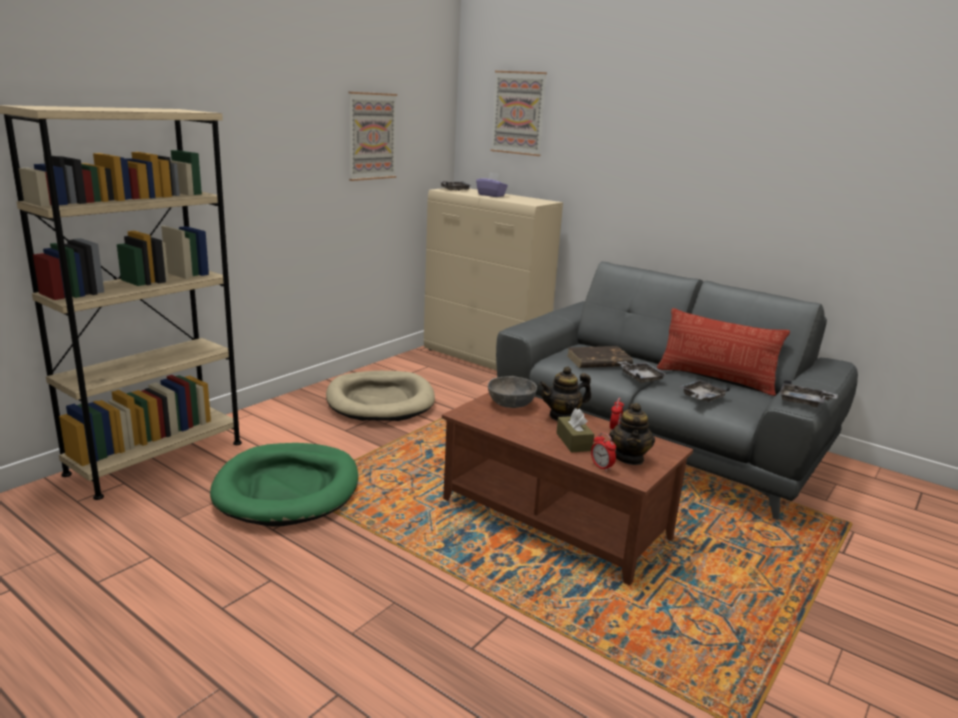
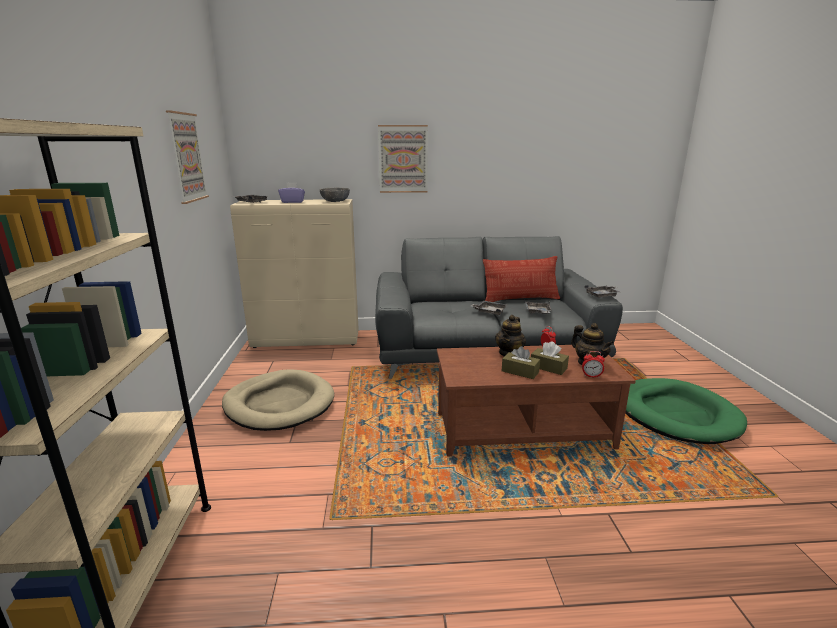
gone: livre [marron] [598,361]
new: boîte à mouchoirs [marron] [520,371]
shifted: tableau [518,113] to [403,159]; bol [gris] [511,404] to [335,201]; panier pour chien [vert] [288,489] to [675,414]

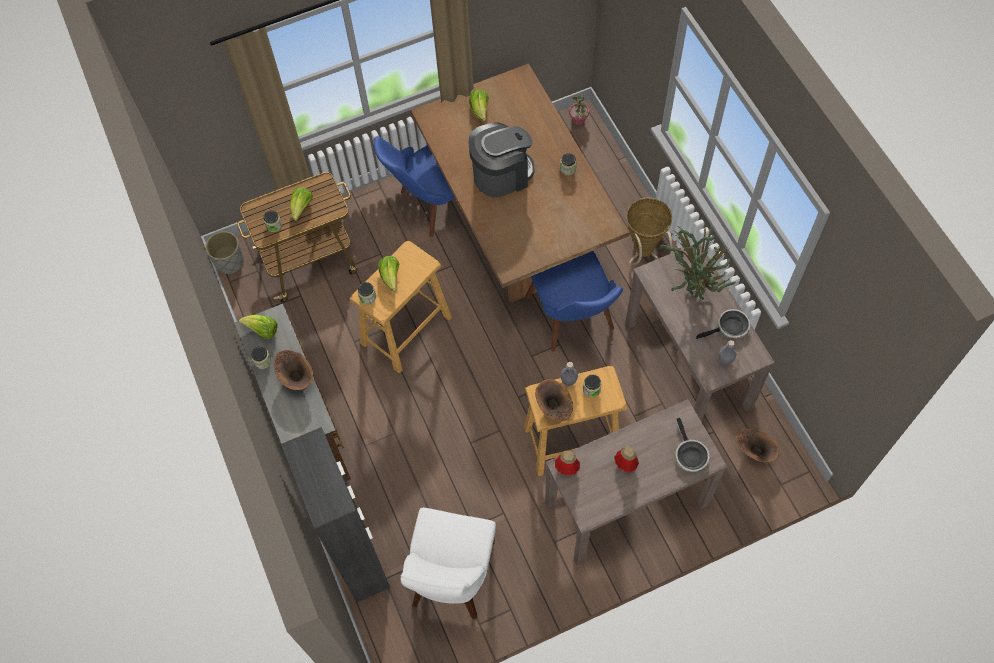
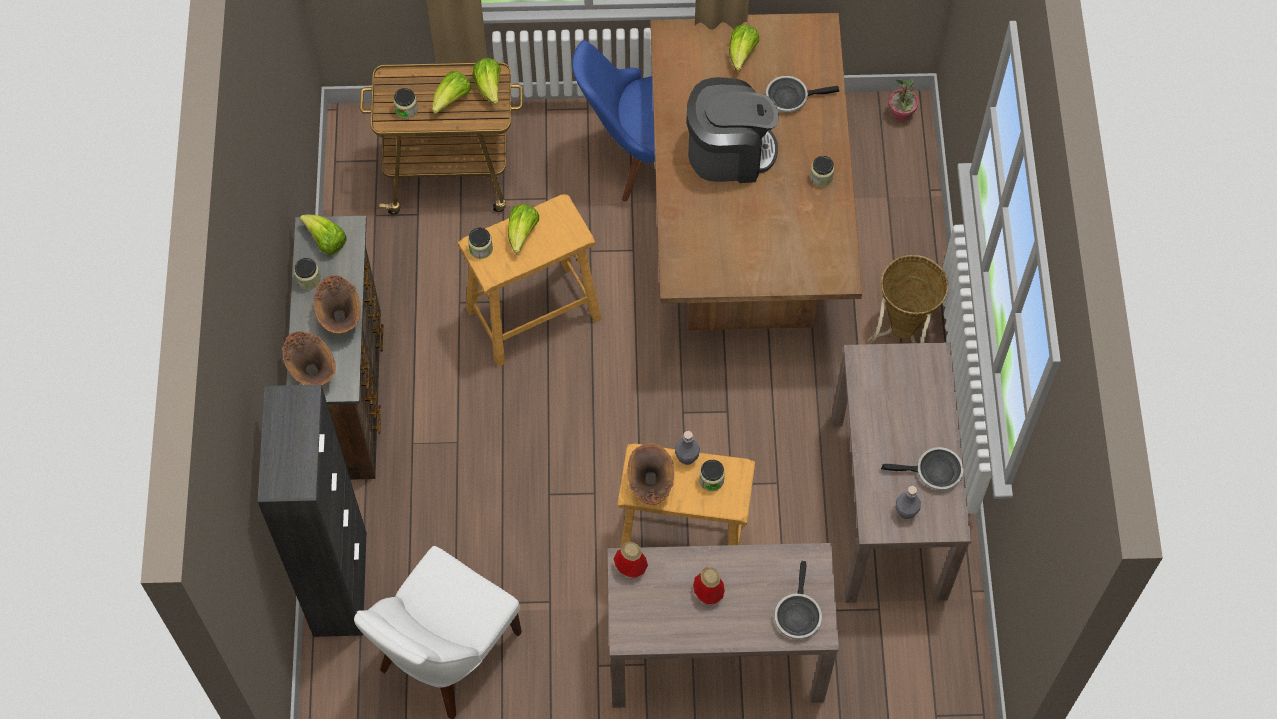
gone: plante en pot [694,287]; cache-pot [gris] [229,262]; chaise [bleu] [575,322]
new: laitue [489,88]; poêle [790,97]
shifted: vase [marron] [754,451] to [312,371]

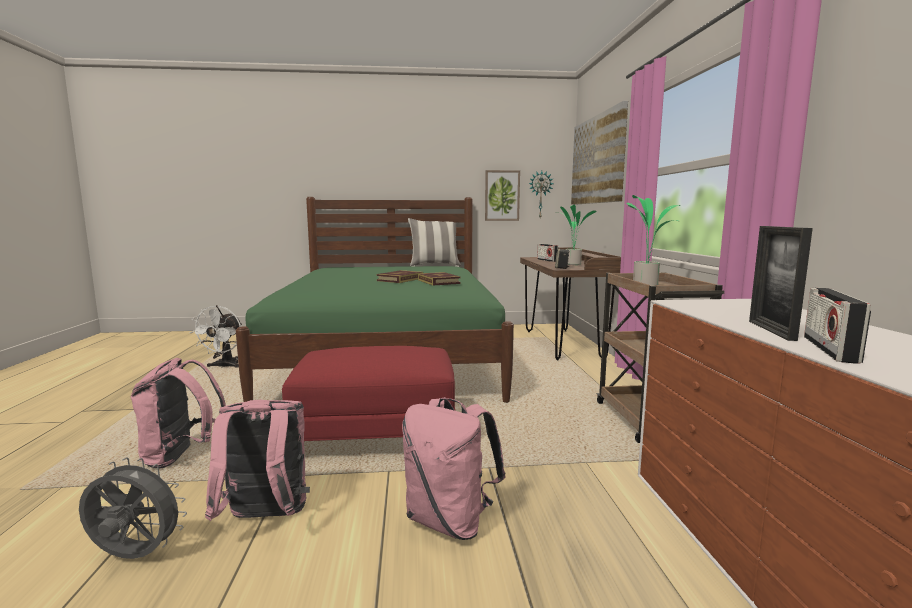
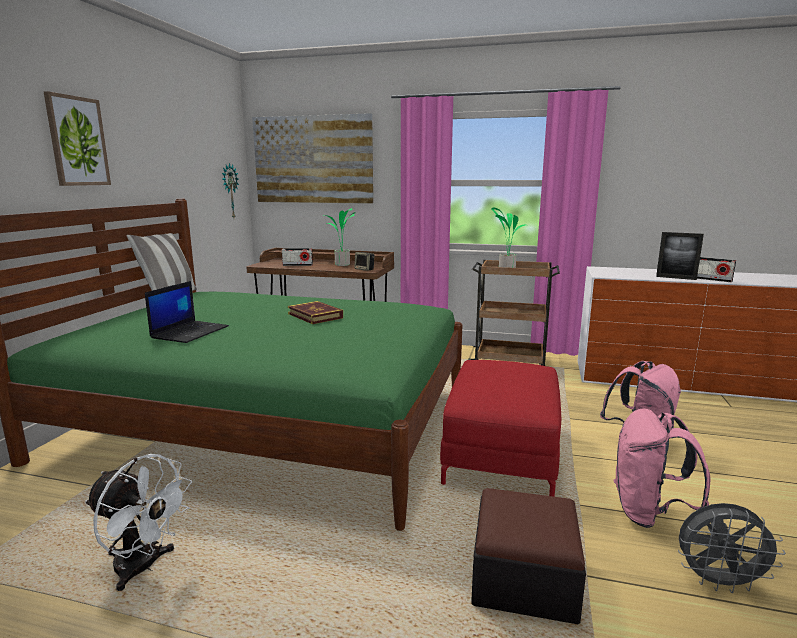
gone: livre [438,282]
new: ordinateur portable [190,332]
shifted: tableau [502,195] to [77,141]
swapped: sac à dos [rose] [181,456] to pouf [524,577]
rotated: ventilateur [gris] [134,557] = [718,582] 105 degrees counterclockwise

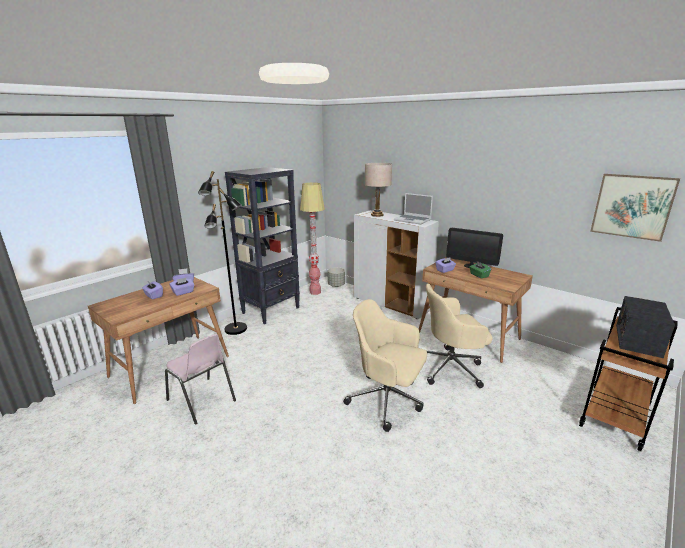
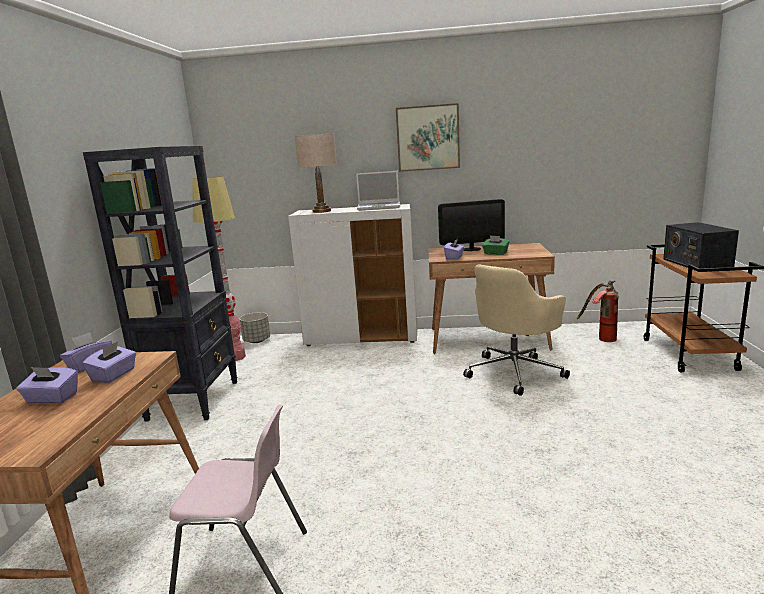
gone: lampadaire [noir] [236,329]; chaise de bureau [beige] [387,400]
new: extincteur [600,338]
shifted: tableau [632,206] to [428,138]

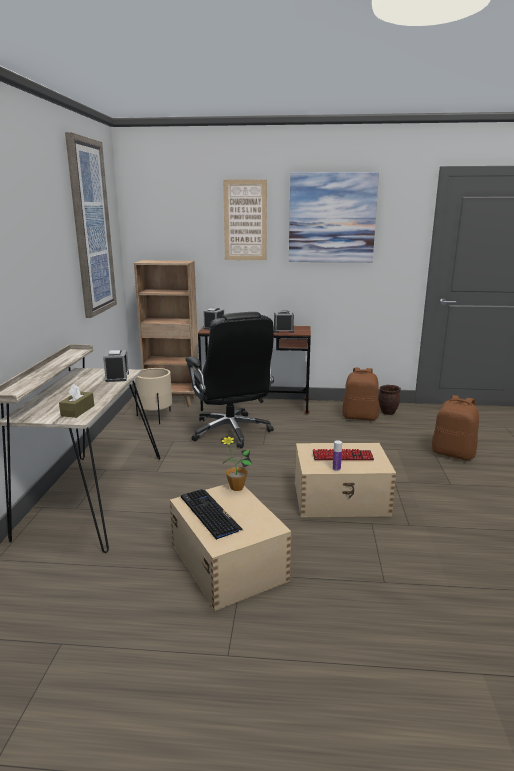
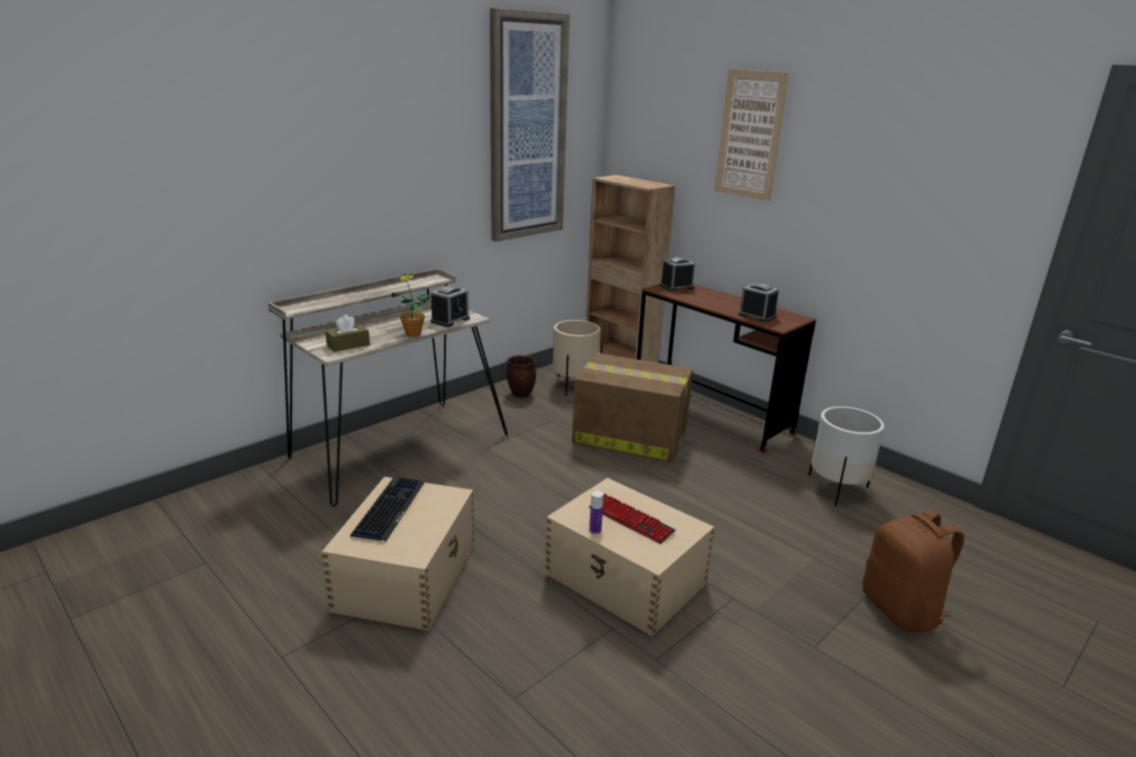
gone: tableau [332,218]
shifted: cache-pot [marron] [387,412] to [521,394]; plante en pot [236,487] to [413,334]
swapped: chaise de bureau [noir] [231,432] to carton [628,436]; sac à dos [marron] [360,417] to cache-pot [blanc] [837,489]

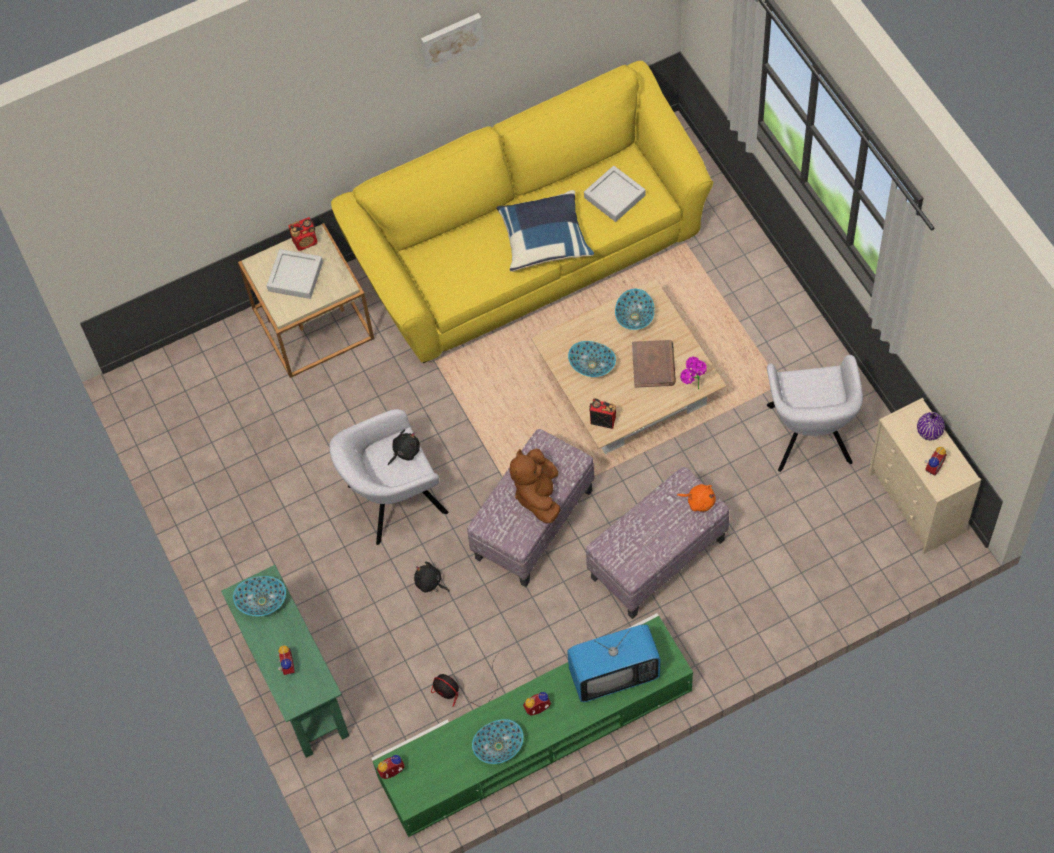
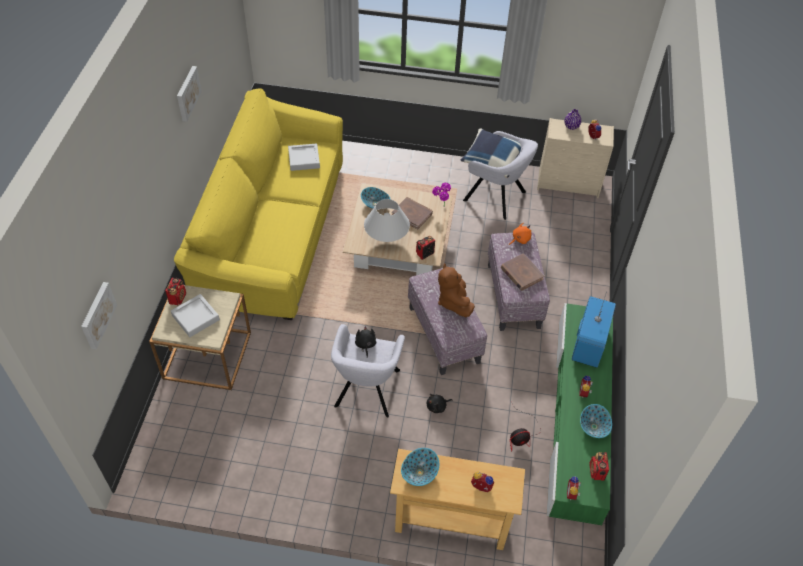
new: livre [marron] [521,273]; tableau [97,315]; radio [596,472]
shifted: coussin [bleu] [544,240] to [492,160]
swapped: bol [592,365] to lampe de table [blanc] [386,237]
repainted: table console [vert] [298,689] to table console [beige] [451,523]
rotated: peluche [marron] [538,495] = [453,302] 45 degrees clockwise

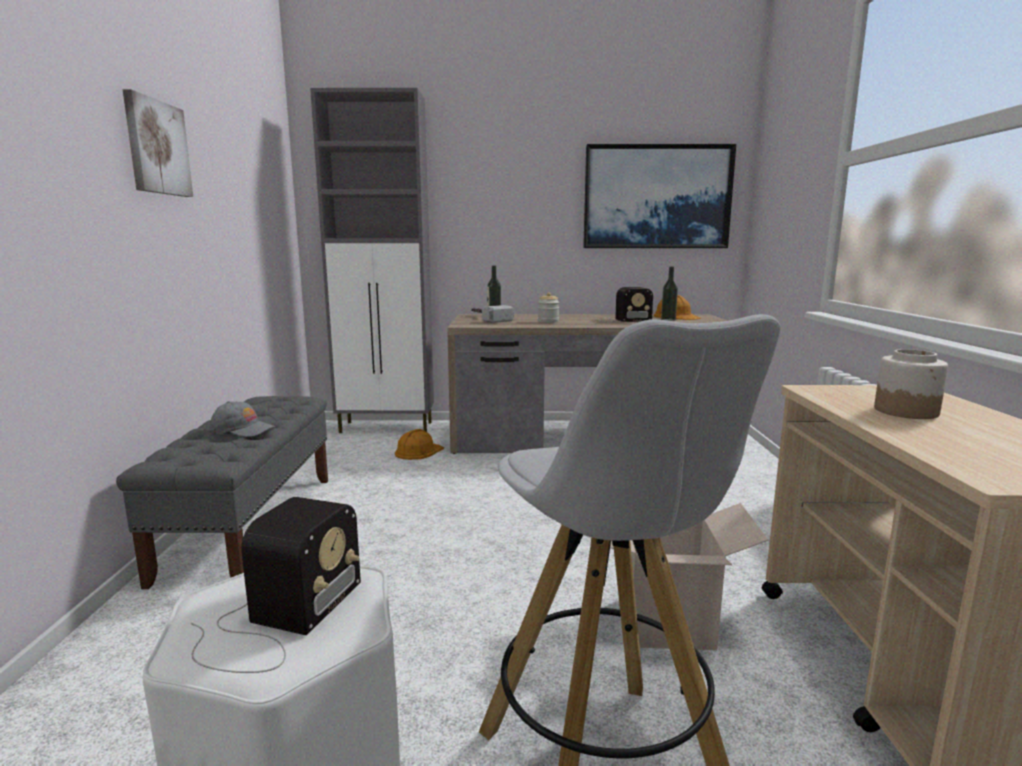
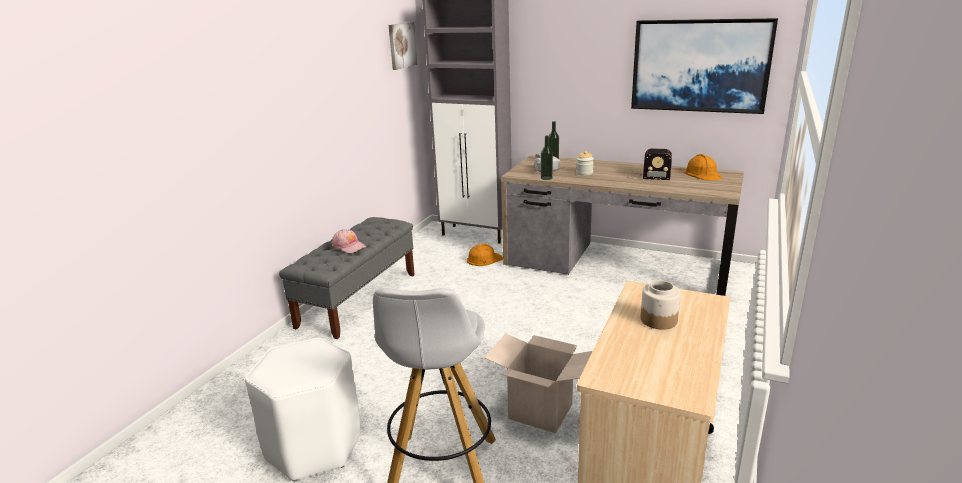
gone: radio [278,621]
shifted: tableau [157,147] to [401,45]; bouteille [668,320] to [546,178]
repainted: casquette [gris] [242,429] to casquette [rose] [349,246]

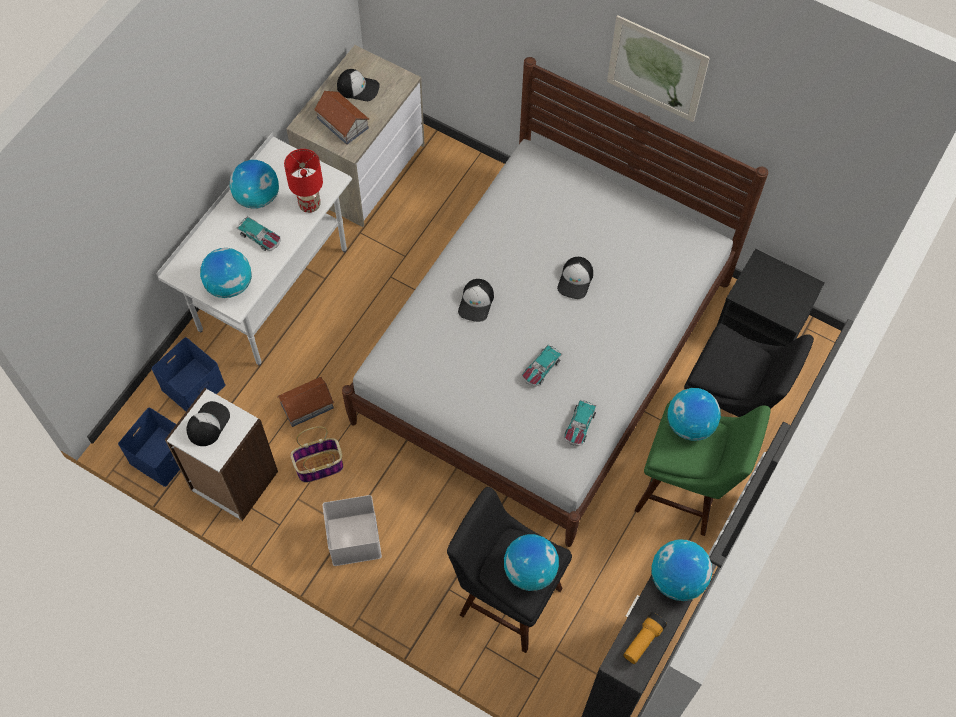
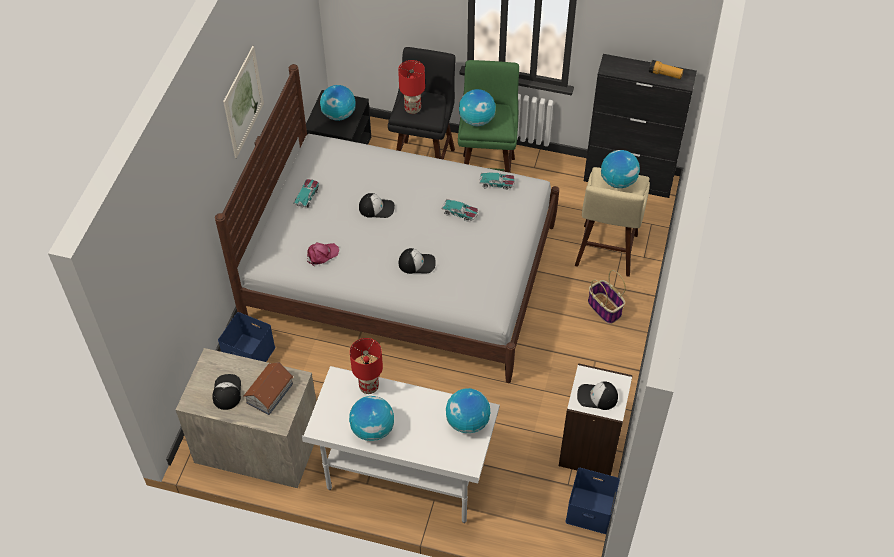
gone: maison miniature [306,405]; boîte de rangement [blanc] [352,538]
new: lampe de table [rouge] [412,109]; casquette [rose] [322,255]
shifted: petite voiture [260,237] to [307,196]; boîte de rangement [bleu] [193,385] to [248,355]; panier [318,466] to [605,308]; globe [677,578] to [339,115]
repainted: tabouret [noir] [506,598] to tabouret [beige] [605,253]

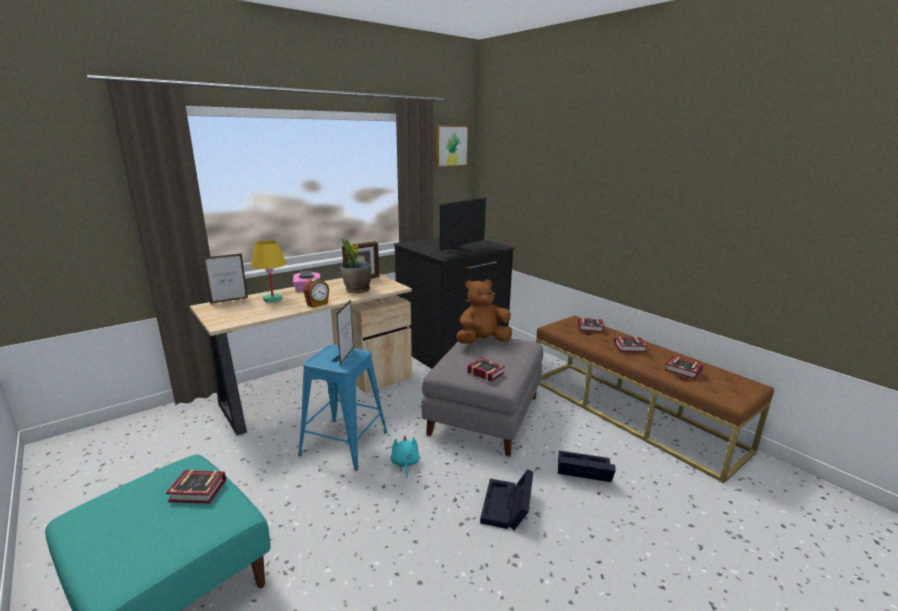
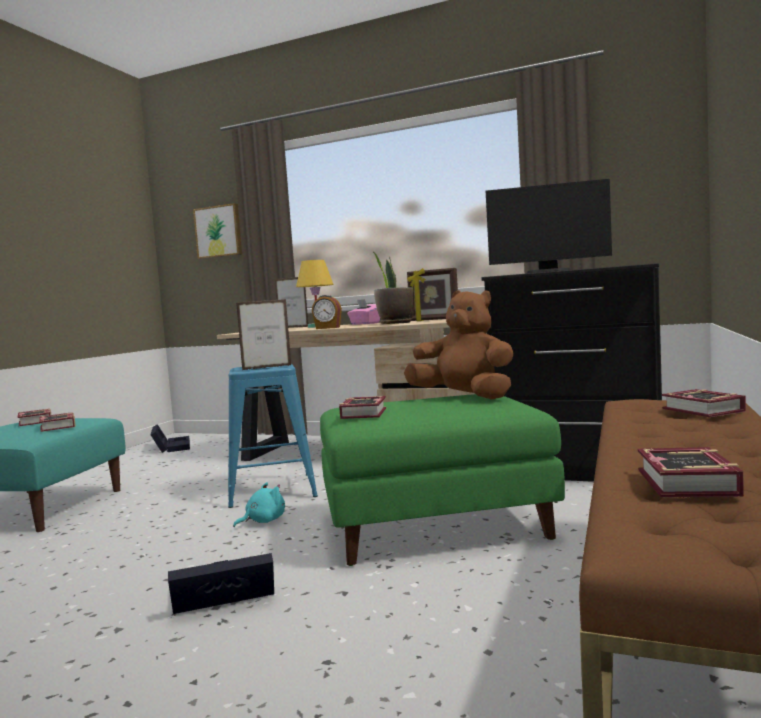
shifted: tableau [450,146] to [219,232]; livre [631,348] to [34,422]; boîte de rangement [noir] [582,471] to [171,447]
repainted: pouf [gris] [485,416] to pouf [vert] [433,526]

